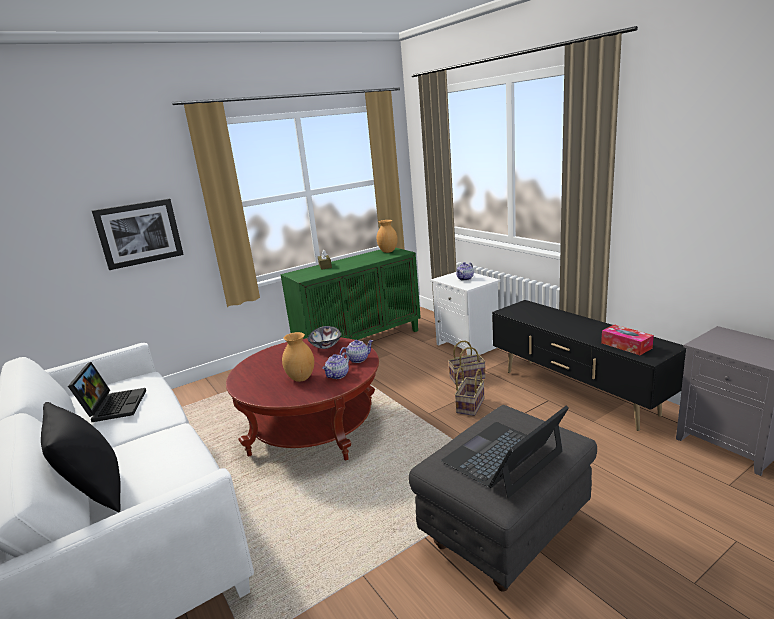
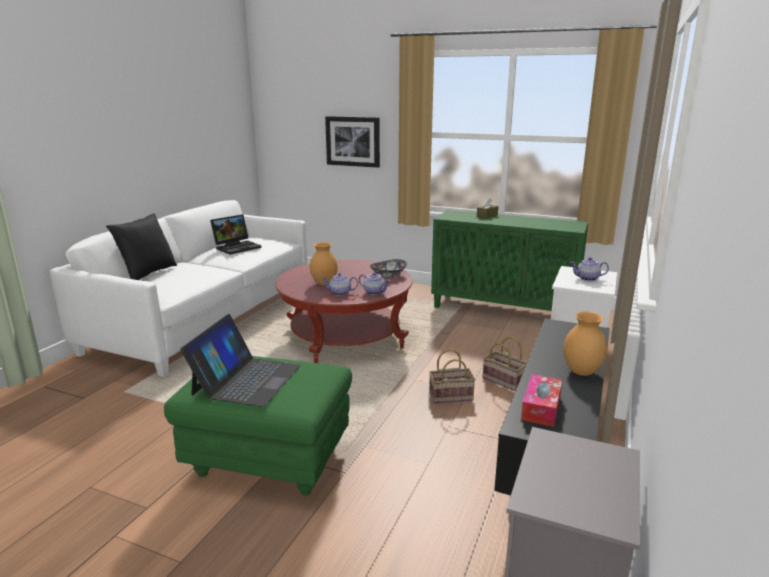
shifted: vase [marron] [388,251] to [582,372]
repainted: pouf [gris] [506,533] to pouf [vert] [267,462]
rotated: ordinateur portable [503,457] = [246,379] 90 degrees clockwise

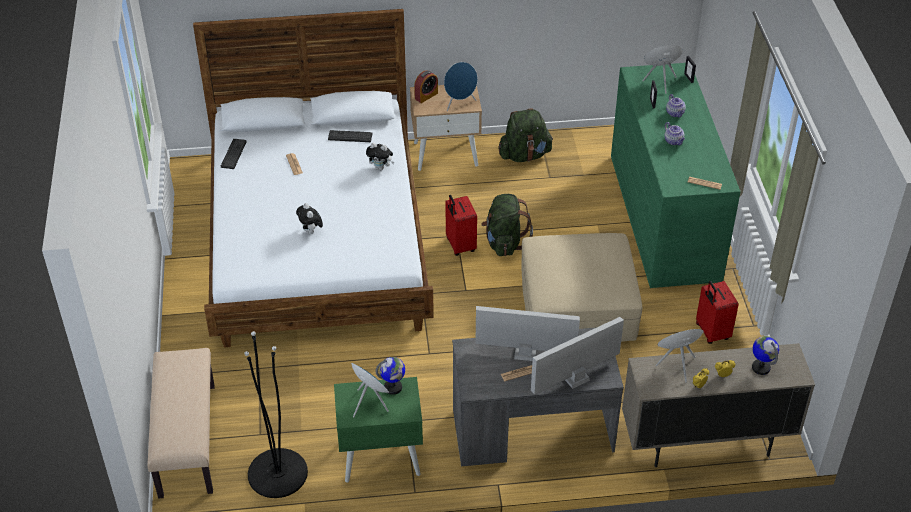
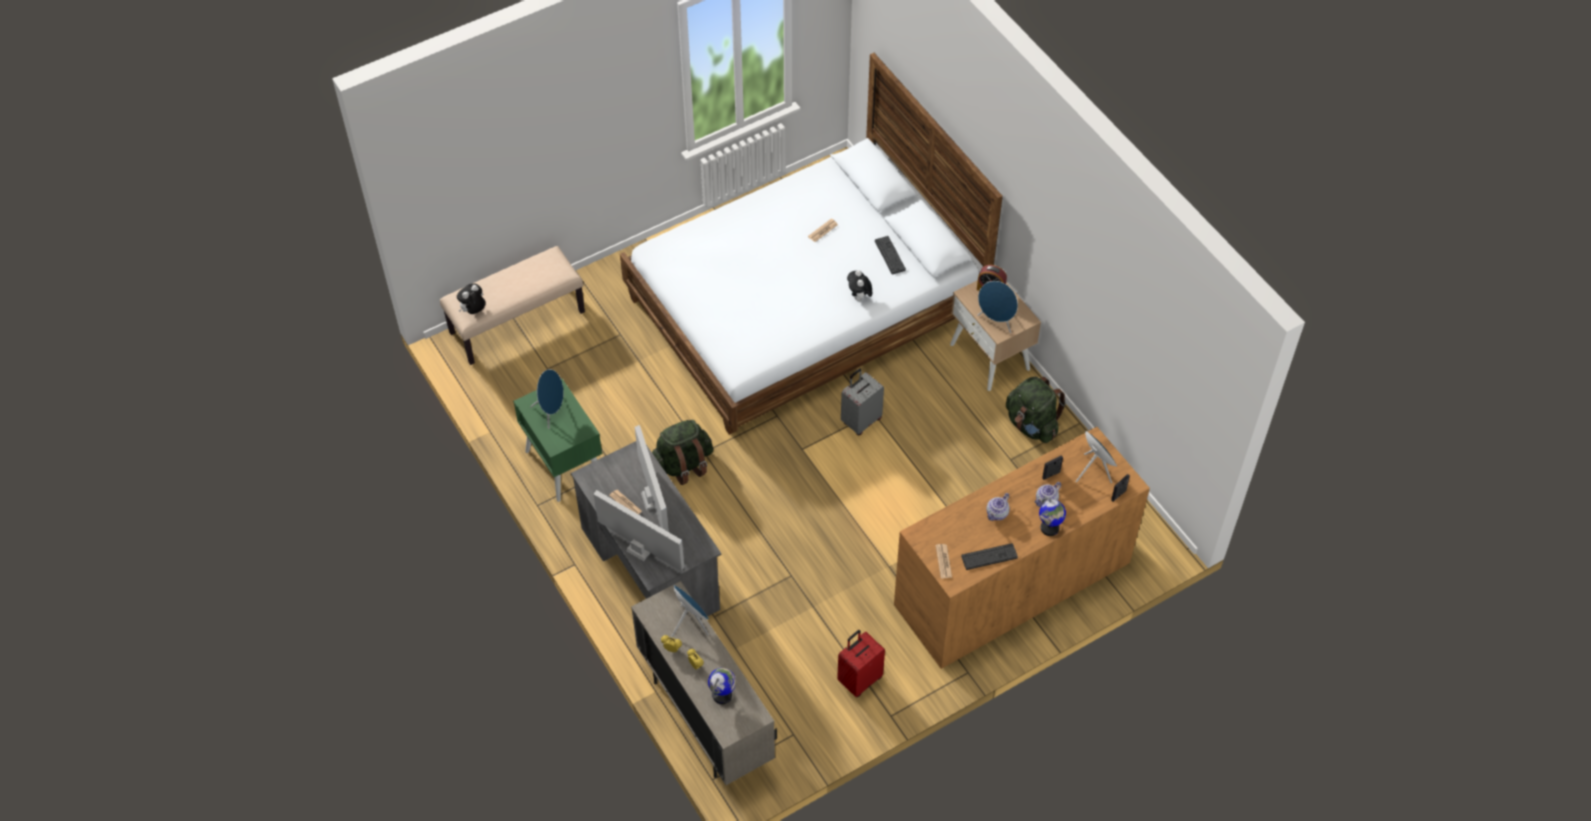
gone: pouf [beige] [578,305]; lampadaire [noir] [277,473]
shifted: clavier [233,154] to [989,557]; sac à dos [vert] [504,243] to [683,465]; peluche [311,232] to [473,311]; globe [393,387] to [1049,528]
repainted: commode [vert] [664,216] to commode [marron] [1012,583]; valise [rouge] [459,245] to valise [gris] [860,420]

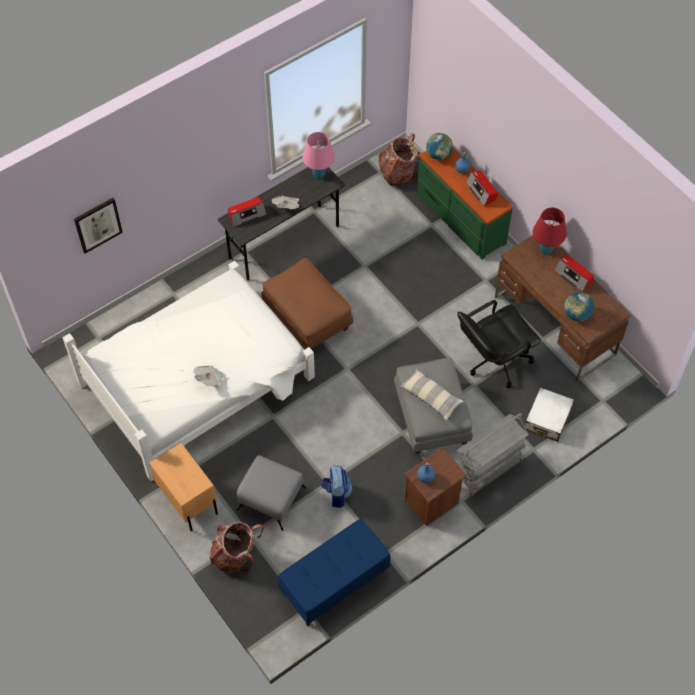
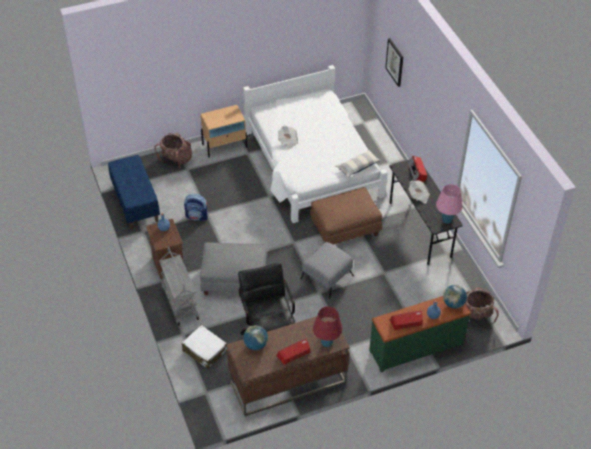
shifted: coussin [431,397] to [358,166]; pouf [gris] [271,498] to [327,277]

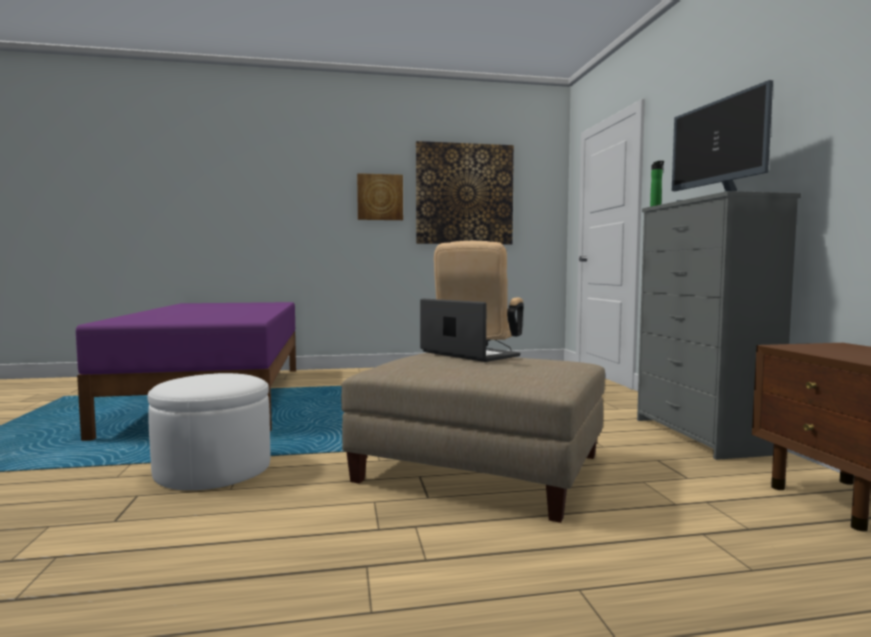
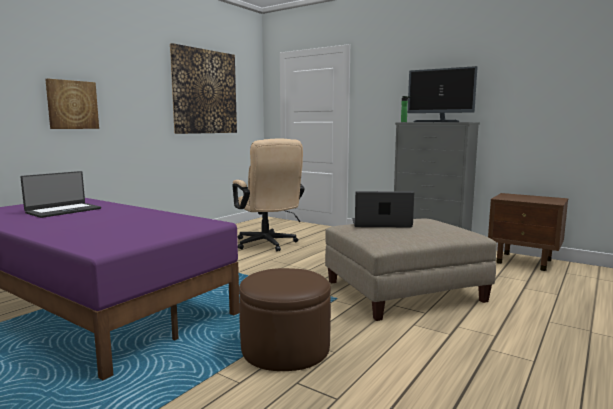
new: ordinateur portable [63,211]
shifted: tableau [380,197] to [72,105]
repainted: pouf [blanc] [213,469] to pouf [marron] [285,348]

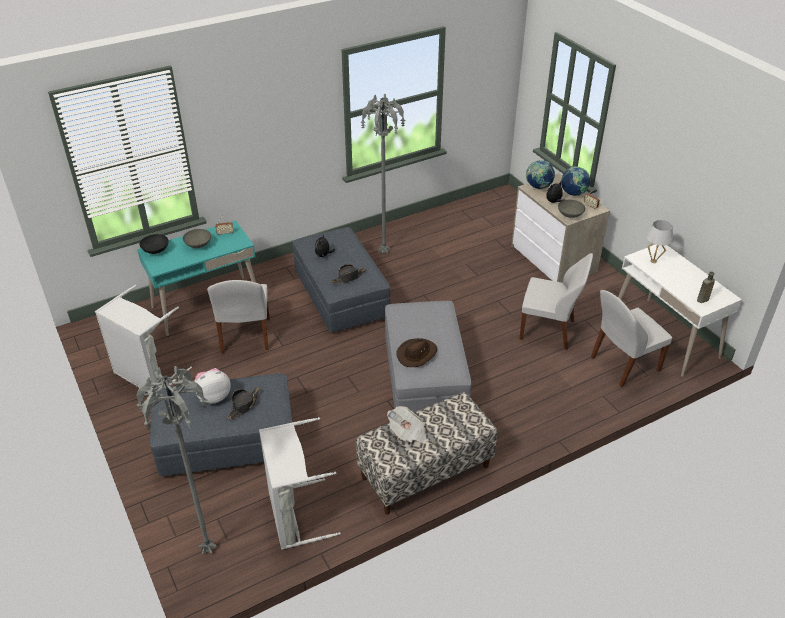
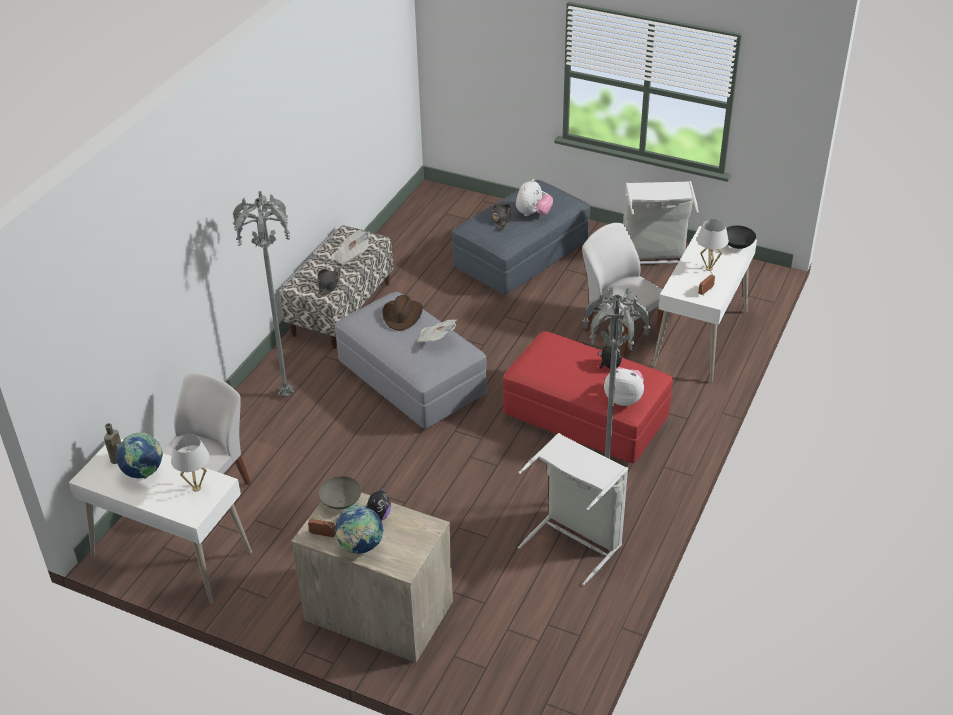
gone: chaise [blanc] [549,330]
new: journal [436,339]; peluche [623,399]
shifted: globe [538,187] to [144,472]; chapeau [noir] [348,277] to [329,285]; lampadaire [gris] [207,549] to [287,395]; panier à linge [gris] [294,515] to [575,540]
swapped: bol [gris] [199,245] to lampe de table [blanc] [709,268]
repainted: bureau [turquoise] [206,305] to bureau [blanc] [701,339]; pouf [gris] [341,295] to pouf [rouge] [586,417]

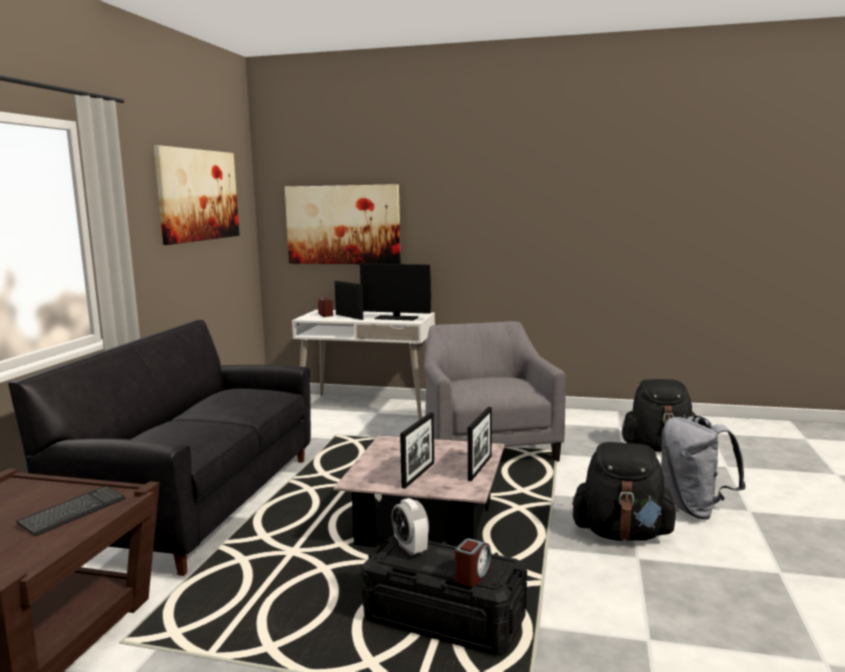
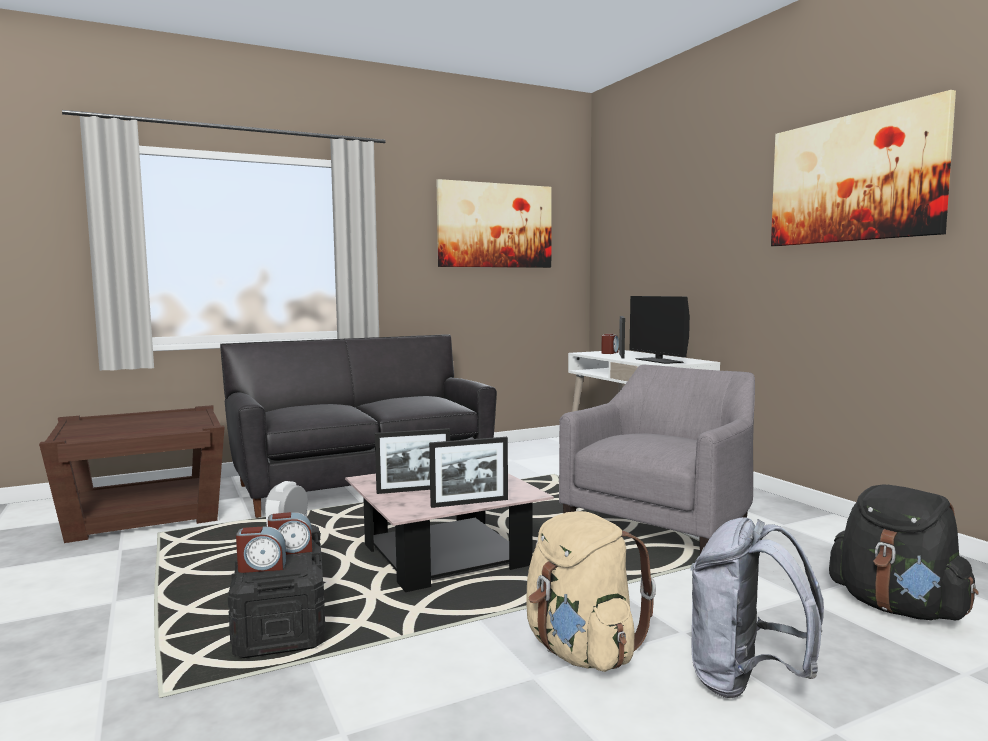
gone: clavier [73,512]
new: réveil [291,550]
shifted: tableau [343,225] to [853,178]
repainted: sac à dos [noir] [622,534] to sac à dos [beige] [581,651]

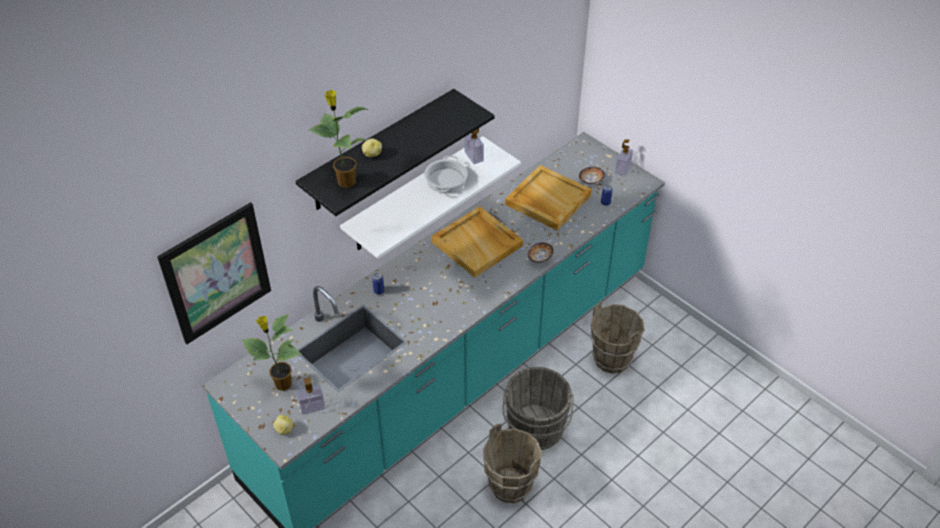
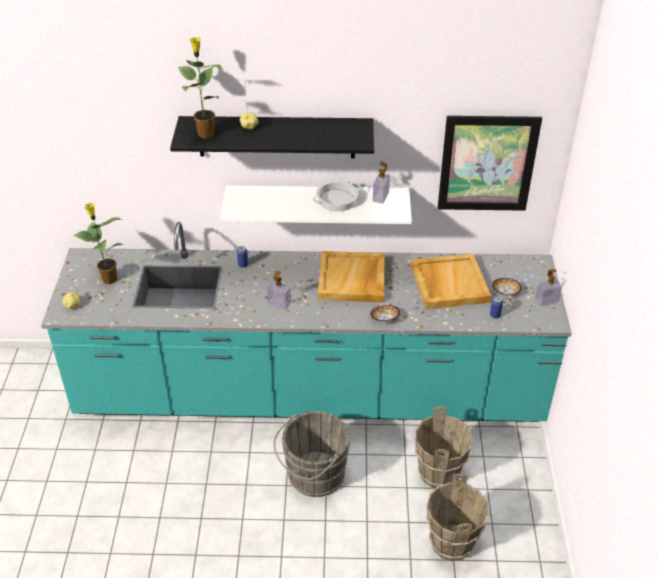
shifted: tableau [217,273] to [487,163]; distributeur de savon [312,407] to [279,303]; seau [marron] [510,486] to [451,543]

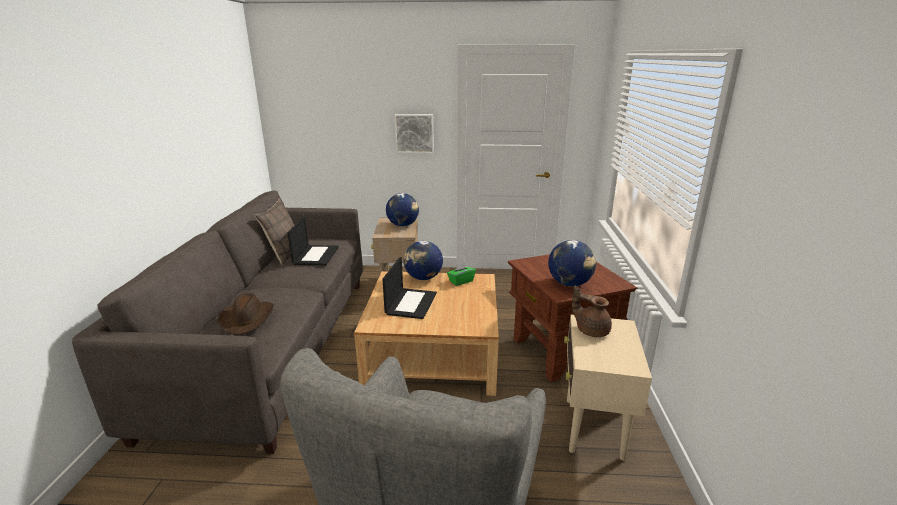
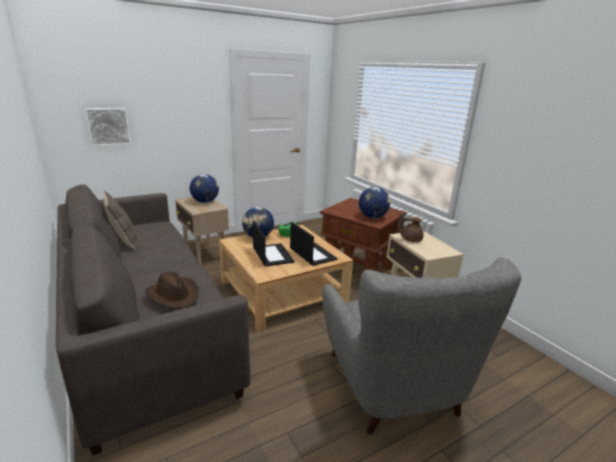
shifted: tableau [414,133] to [108,126]; ordinateur portable [315,255] to [312,254]

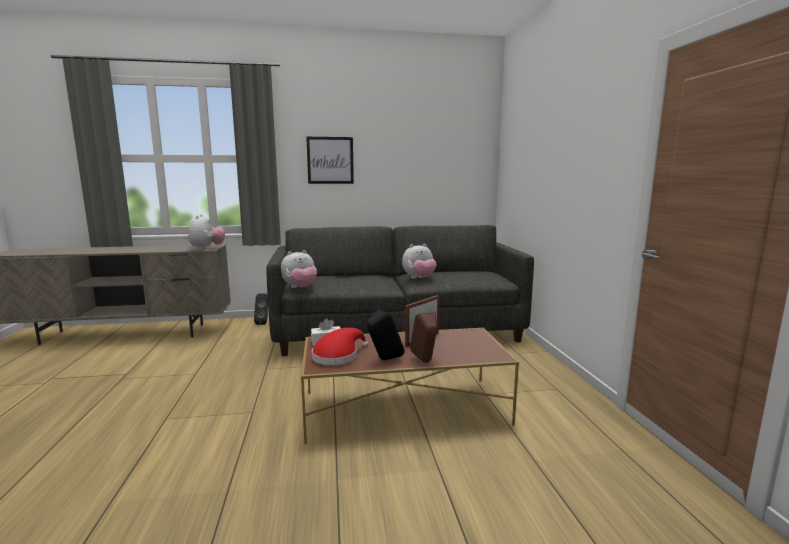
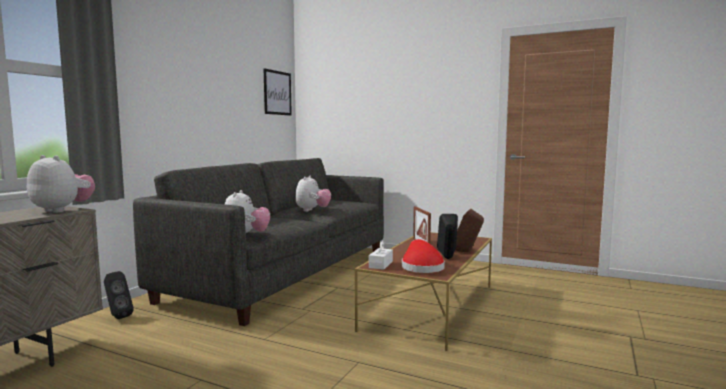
shifted: tableau [330,160] to [277,93]

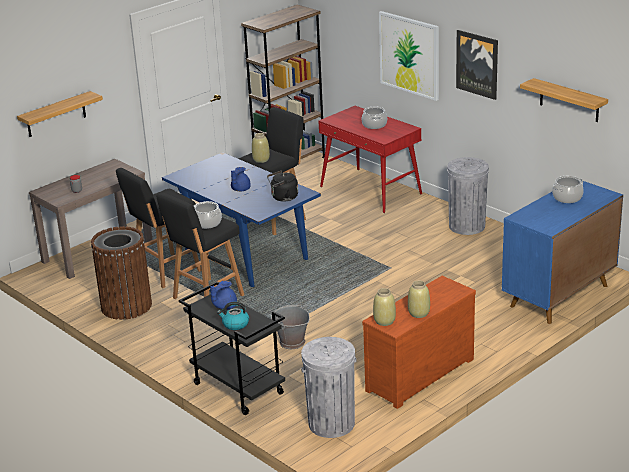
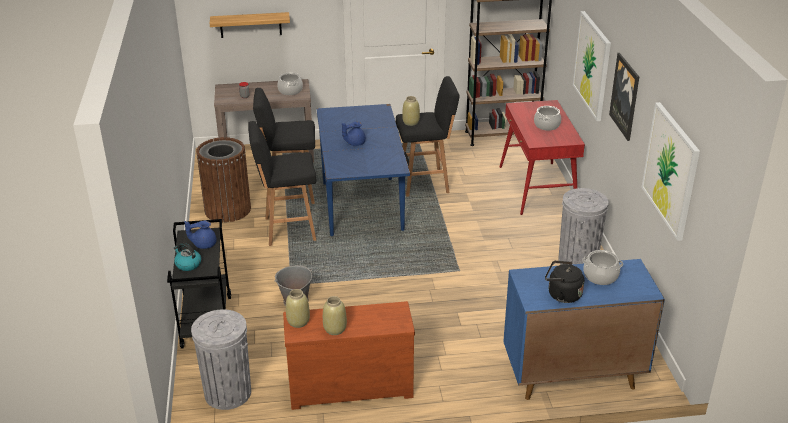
shifted: bouilloire [noir] [283,198] to [562,295]; marmite [207,223] to [290,91]
swapped: étagère [569,100] to tableau [671,170]

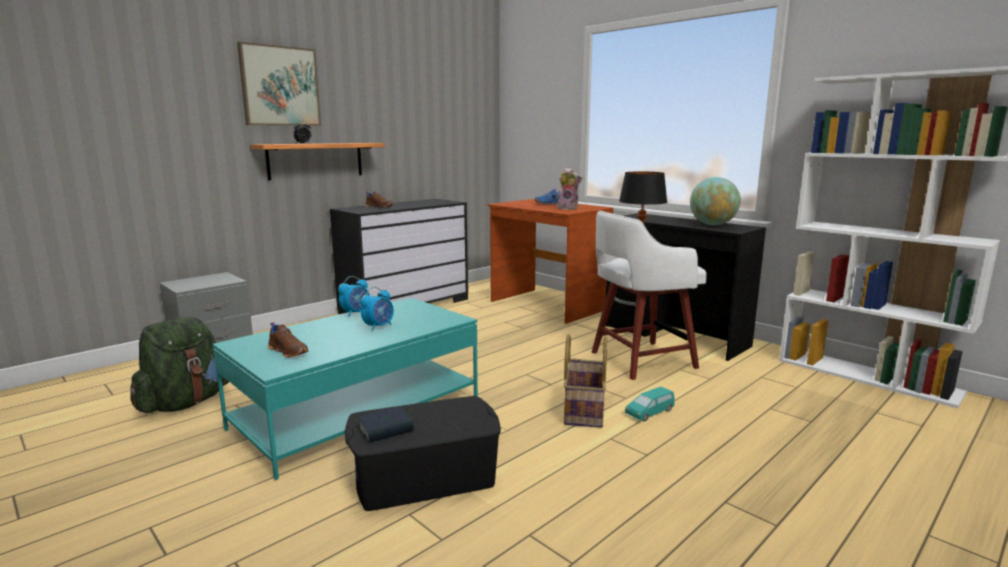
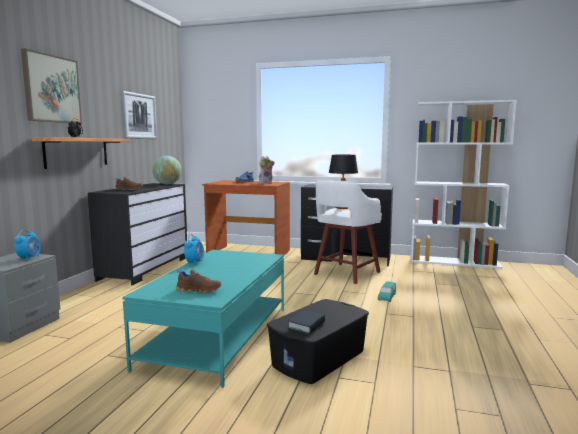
gone: sac à dos [vert] [185,403]; panier [583,410]
new: tableau [139,116]
shifted: globe [712,225] to [167,184]; réveil [378,327] to [29,258]

